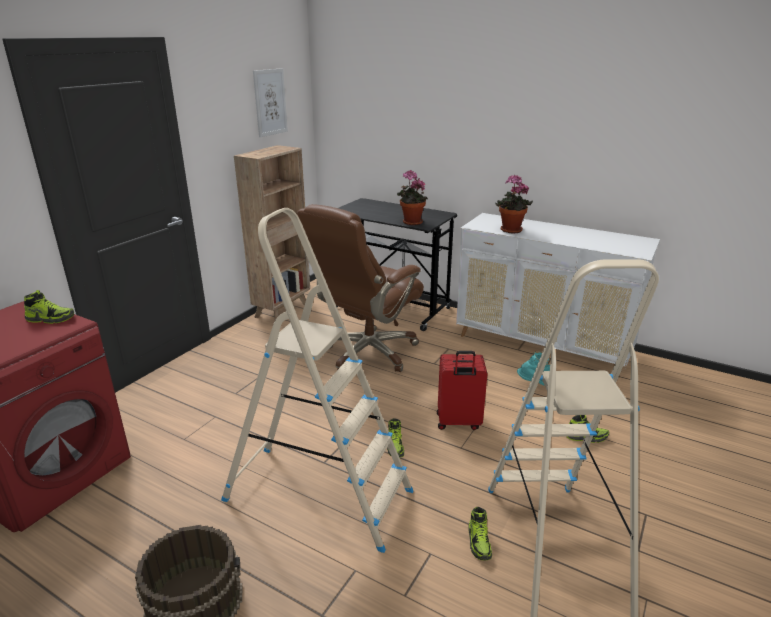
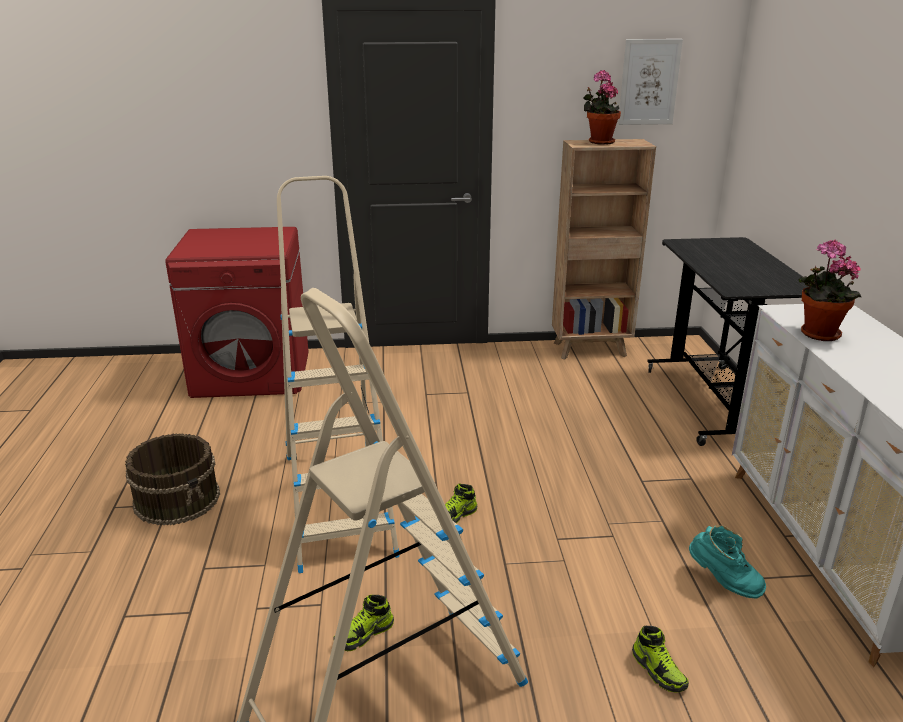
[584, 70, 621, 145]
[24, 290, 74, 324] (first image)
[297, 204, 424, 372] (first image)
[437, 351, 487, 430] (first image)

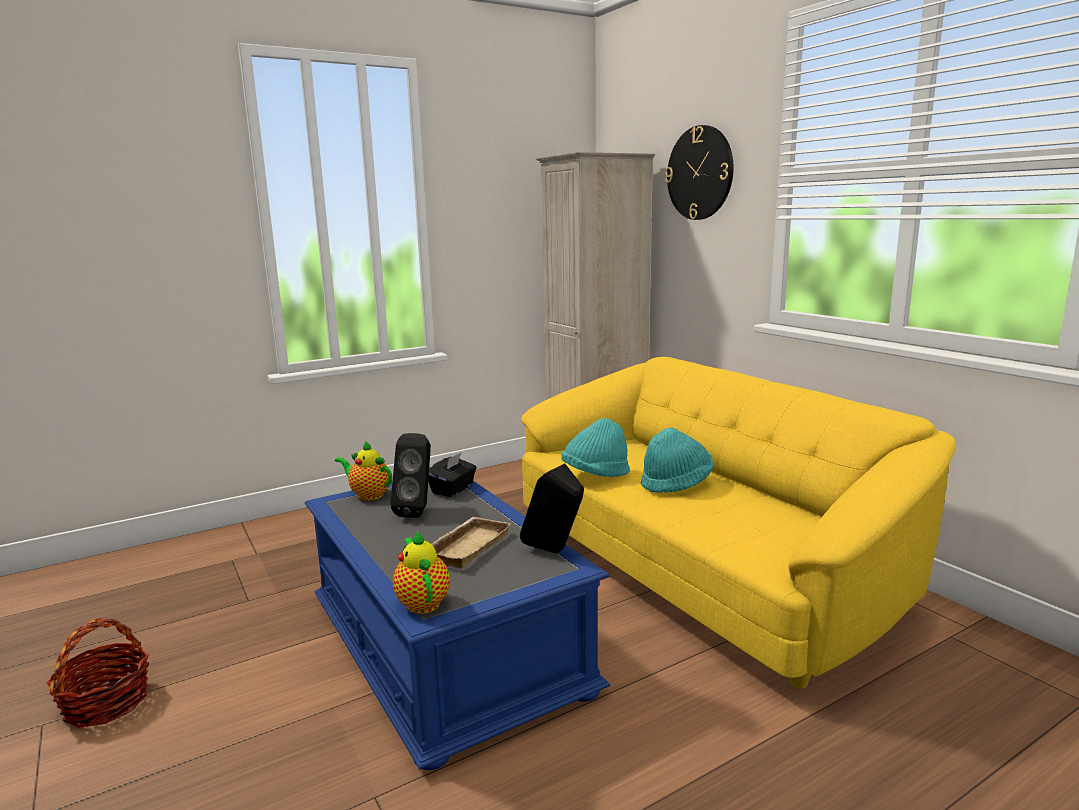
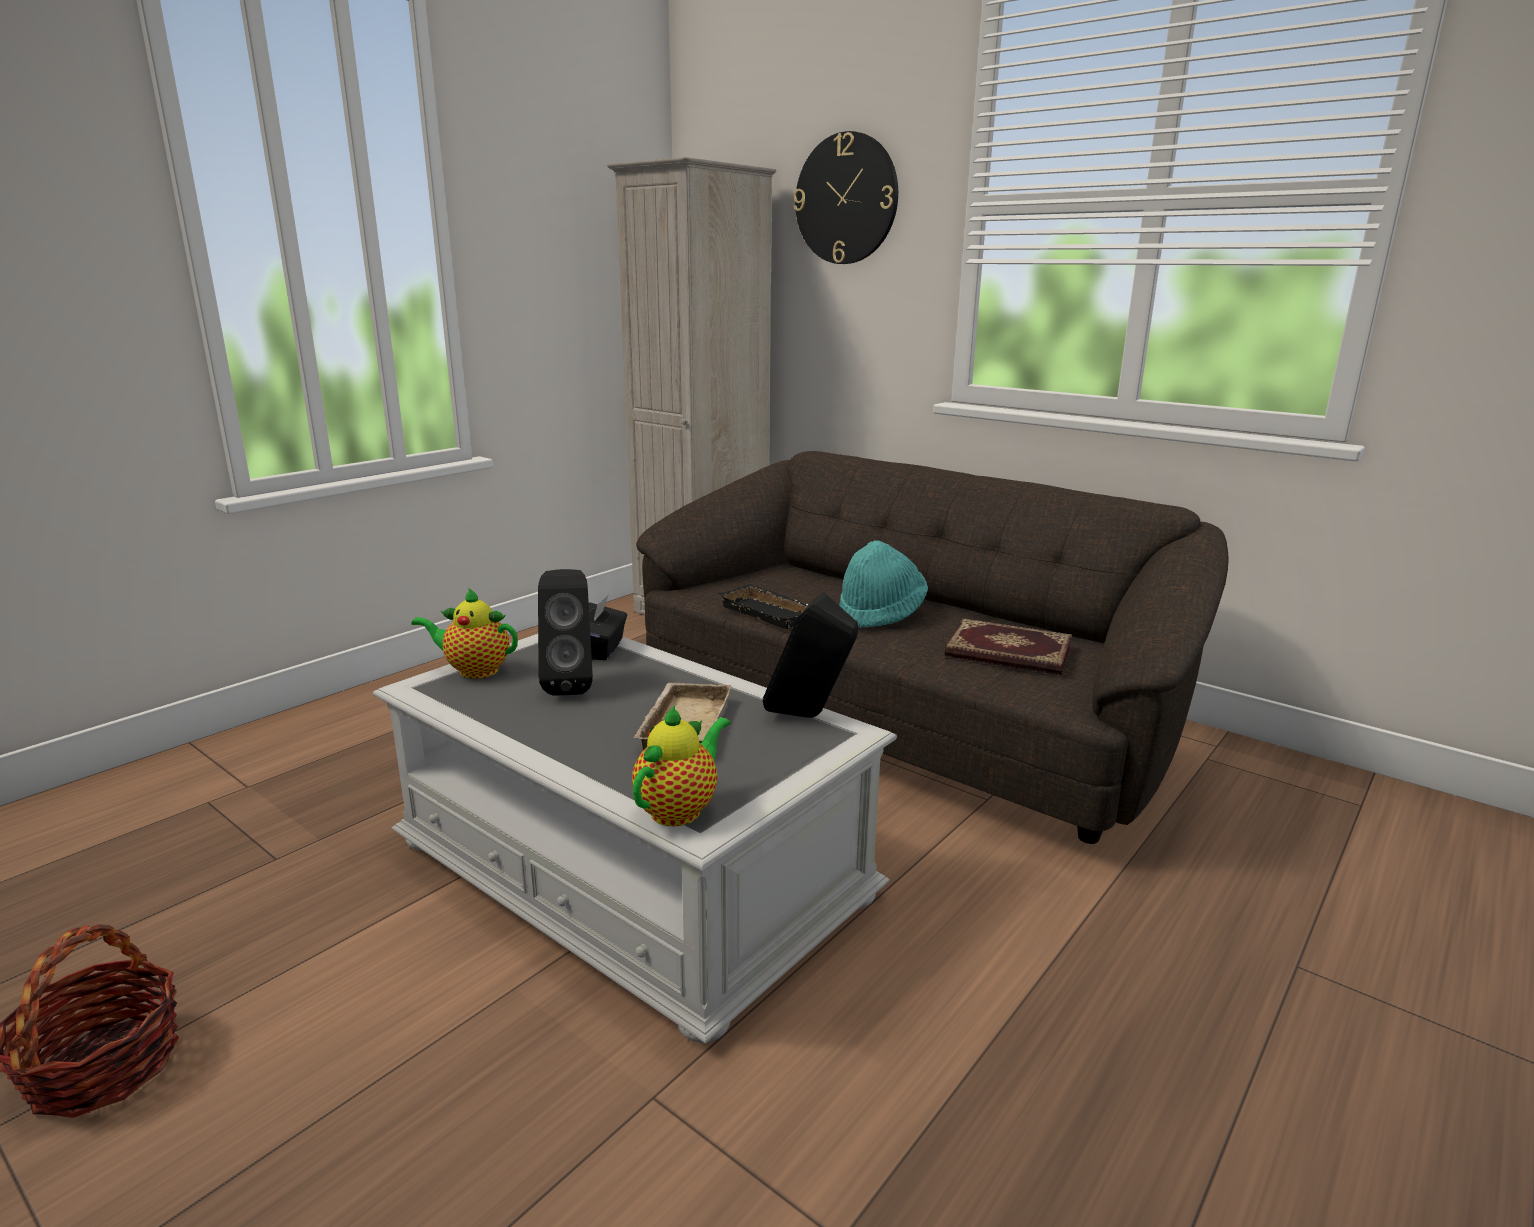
[373, 634, 897, 1044]
[632, 705, 730, 826]
[636, 451, 1229, 844]
[717, 584, 809, 629]
[945, 618, 1072, 675]

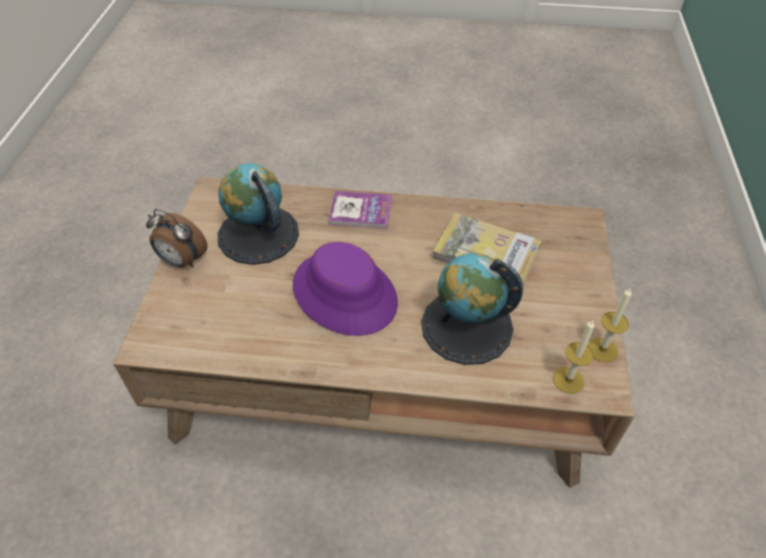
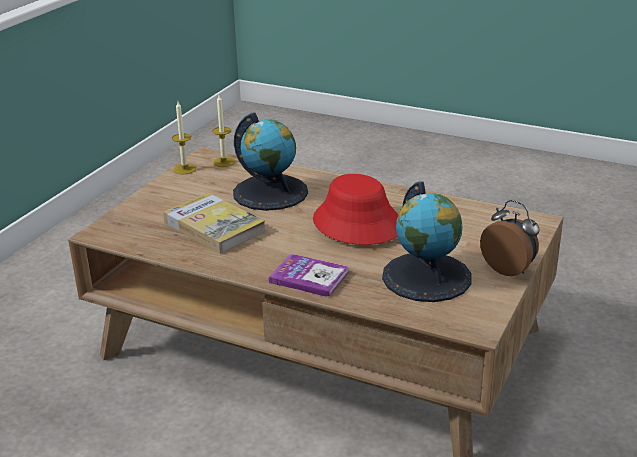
[313, 174, 398, 245]

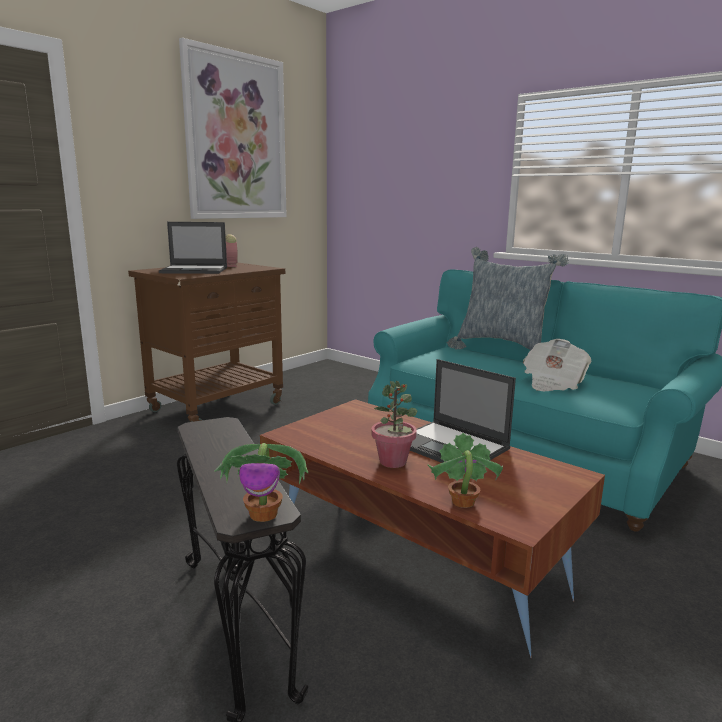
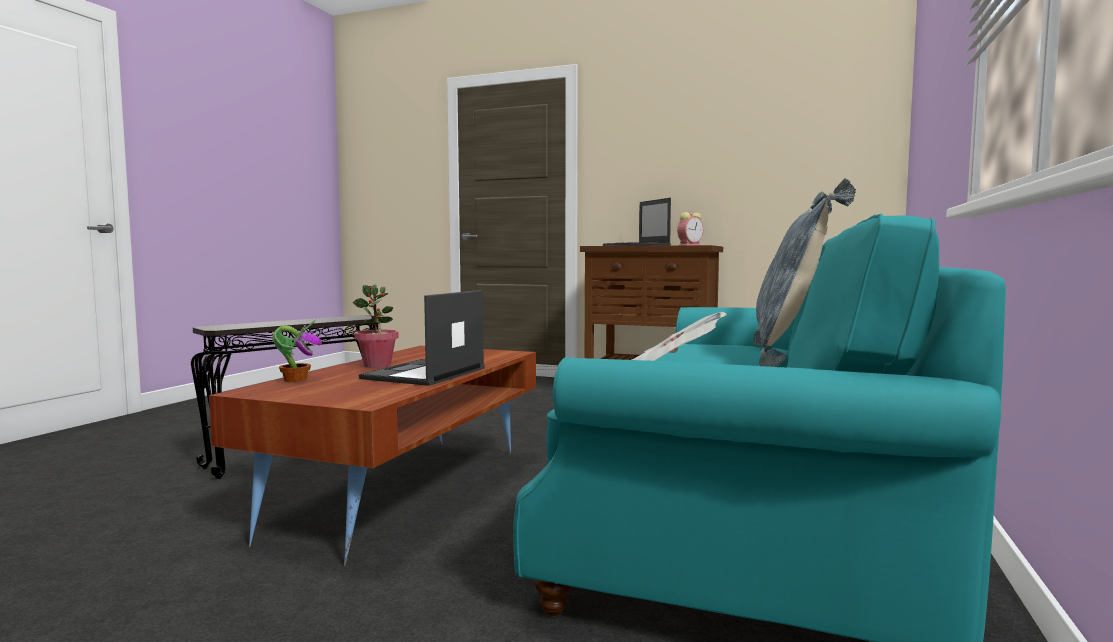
[179, 38, 287, 219] (first image)
[214, 443, 308, 522] (first image)

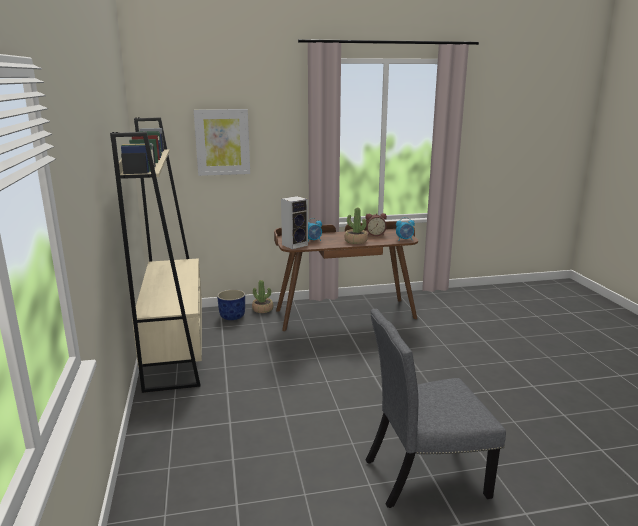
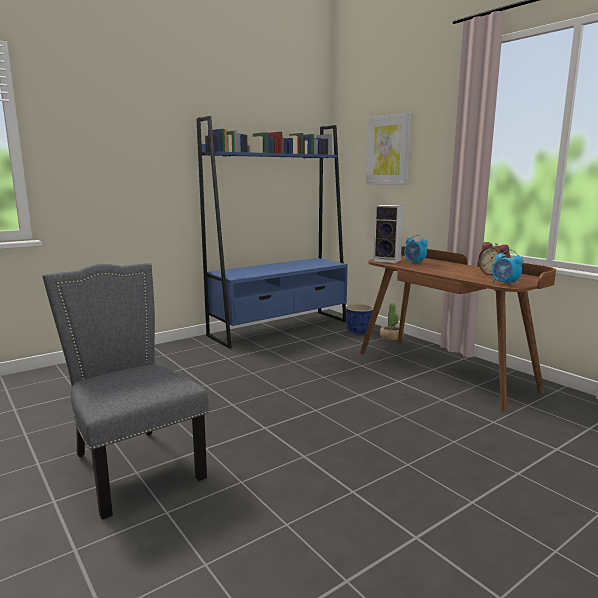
[196, 116, 348, 349]
[345, 207, 368, 244] (first image)

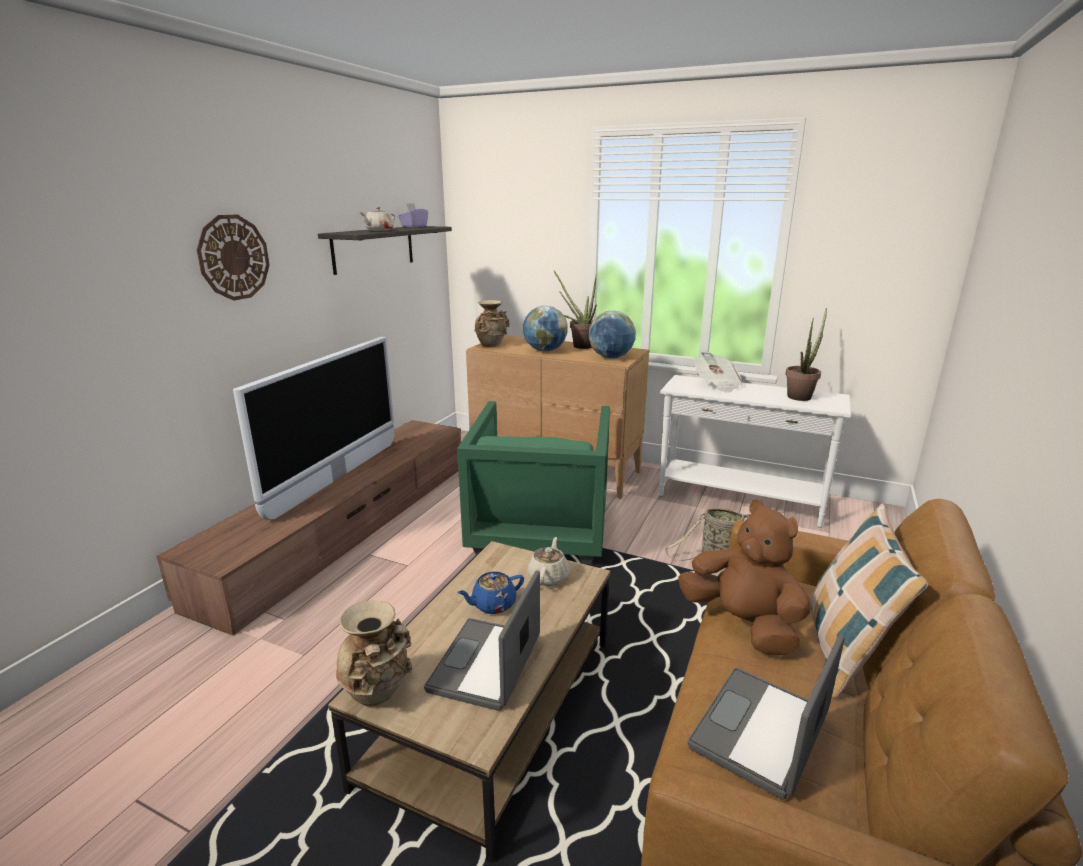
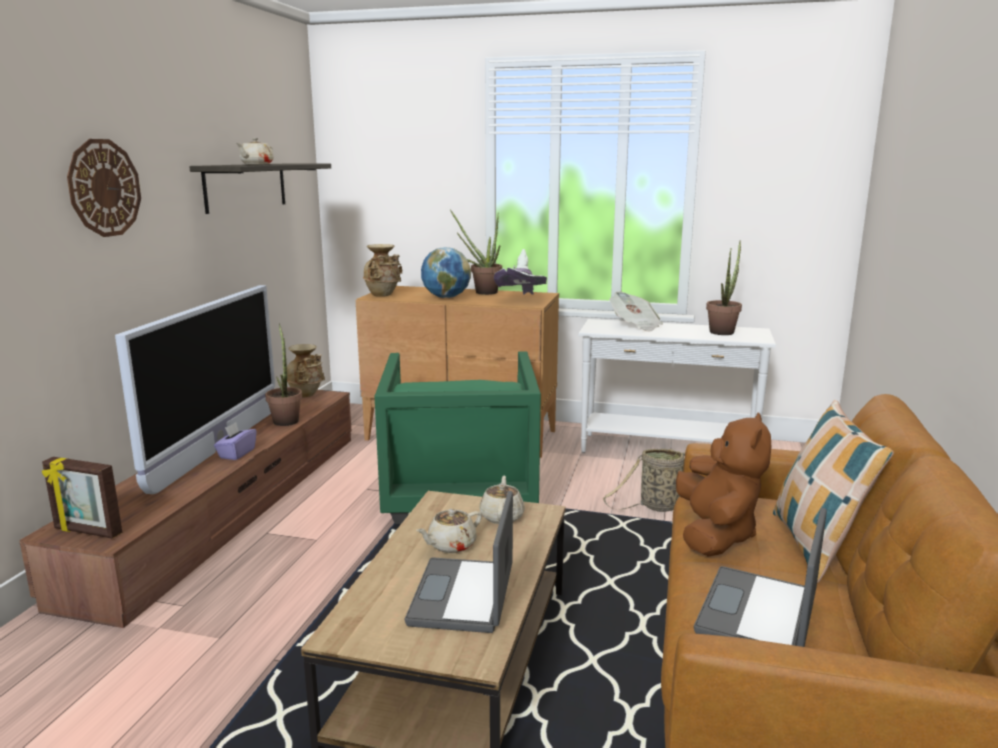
[42, 457, 122, 538]
[214, 422, 257, 460]
[265, 324, 302, 426]
[287, 344, 325, 397]
[416, 509, 482, 553]
[494, 249, 547, 295]
[676, 413, 771, 557]

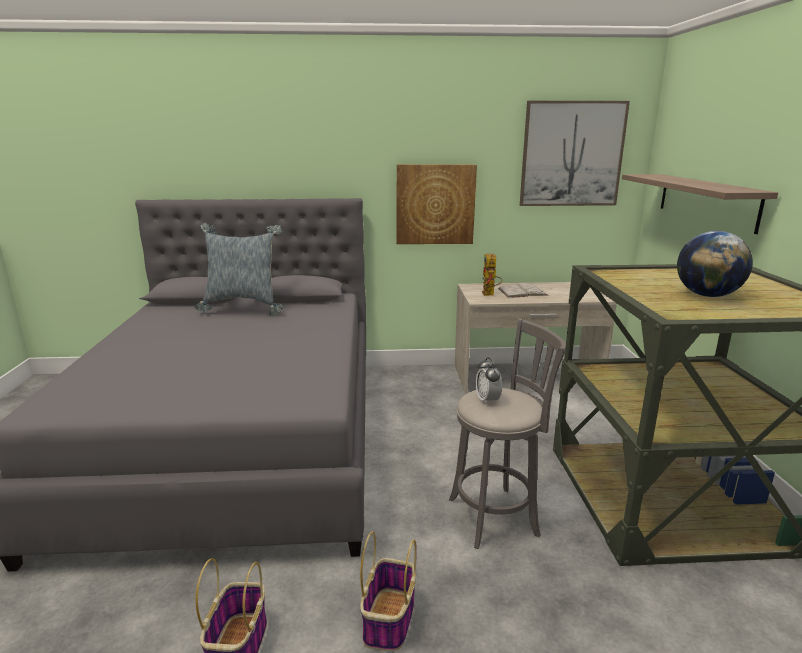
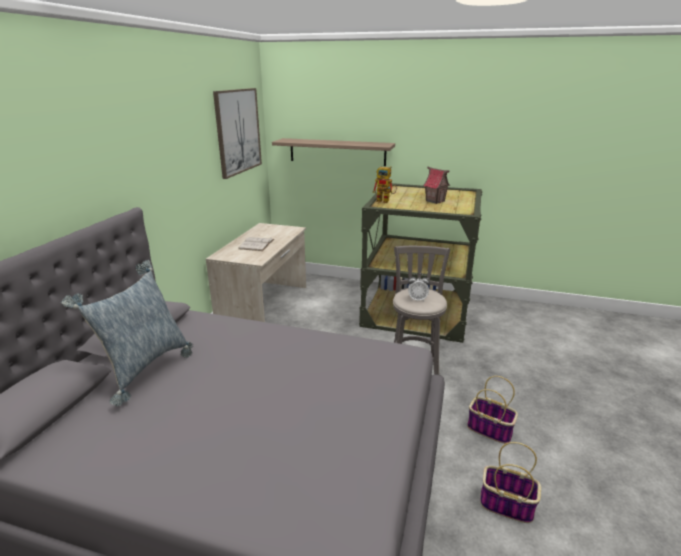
[373, 166, 397, 203]
[423, 167, 450, 204]
[396, 164, 477, 244] (first image)

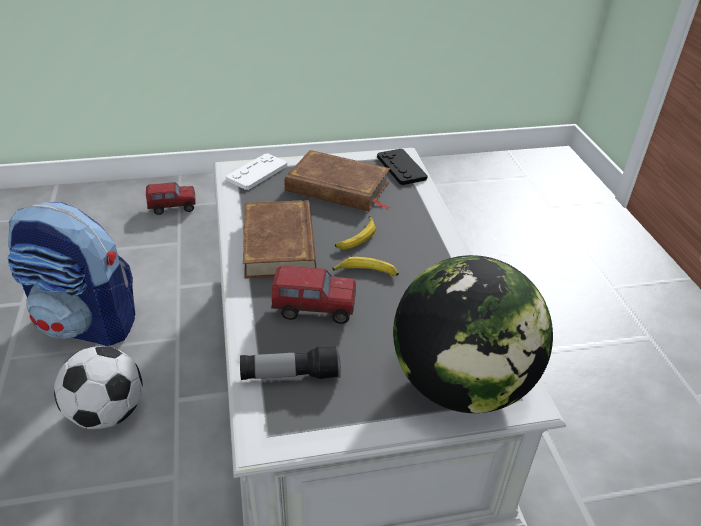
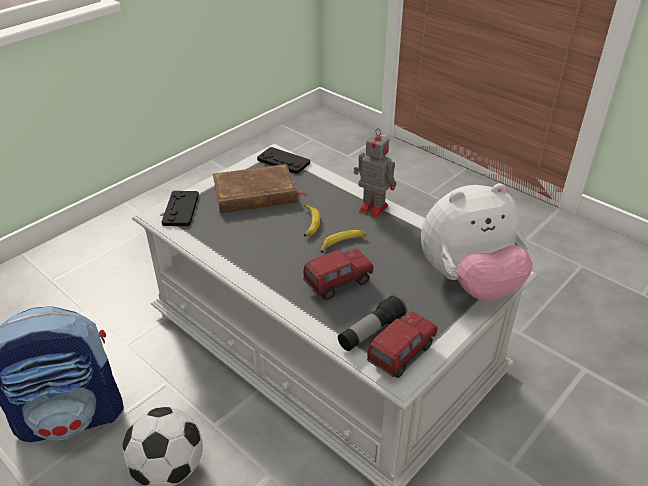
[162, 191, 199, 226]
[354, 128, 396, 218]
[367, 311, 438, 378]
[421, 183, 533, 301]
[243, 200, 316, 278] (first image)

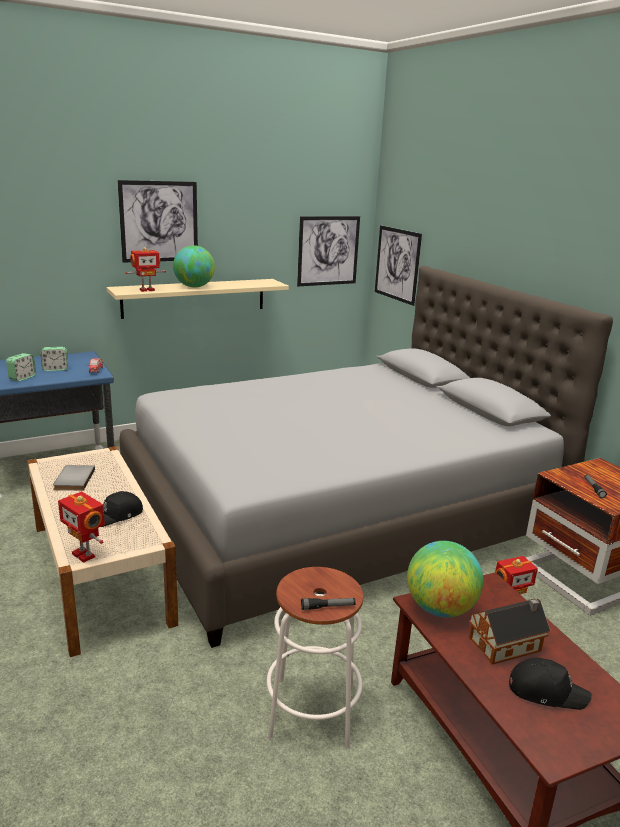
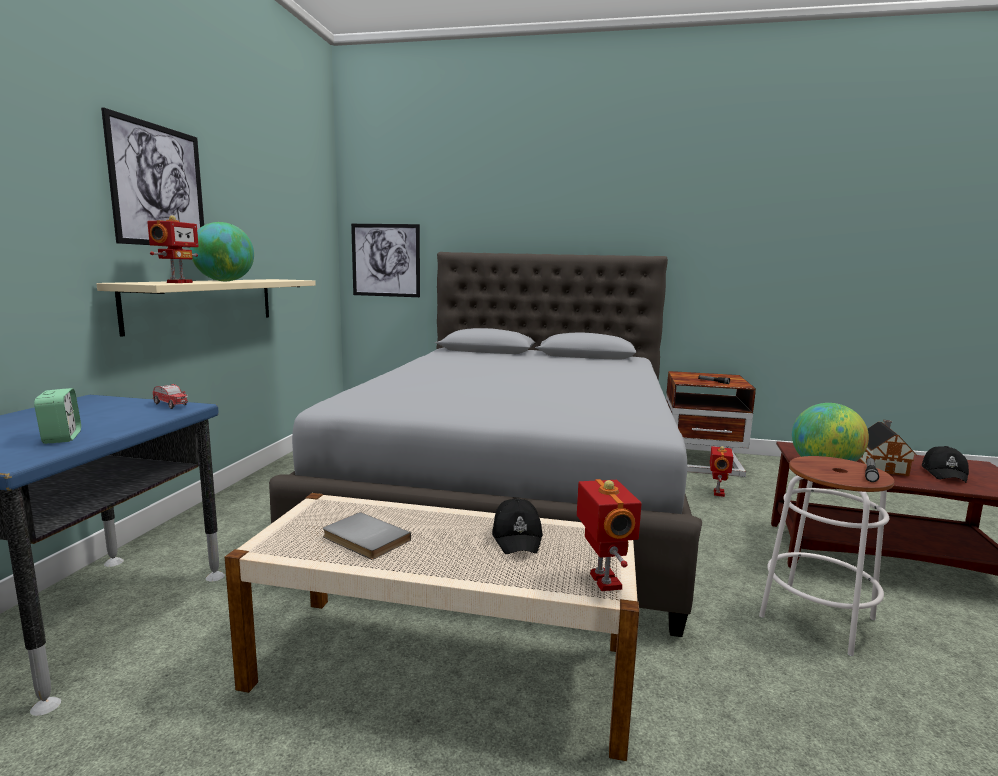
[577, 479, 642, 591]
[922, 446, 969, 483]
[41, 347, 68, 371] (first image)
[297, 216, 360, 286] (first image)

